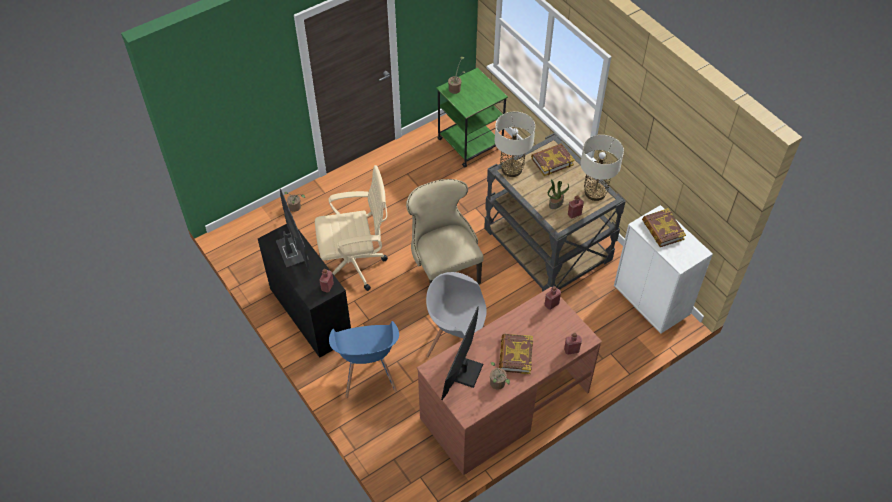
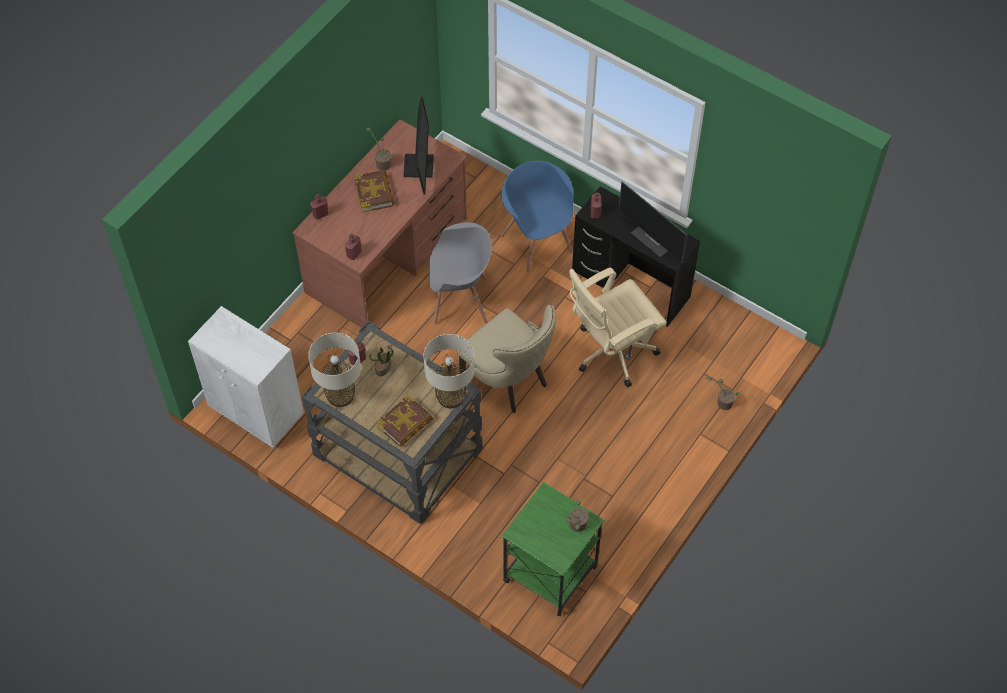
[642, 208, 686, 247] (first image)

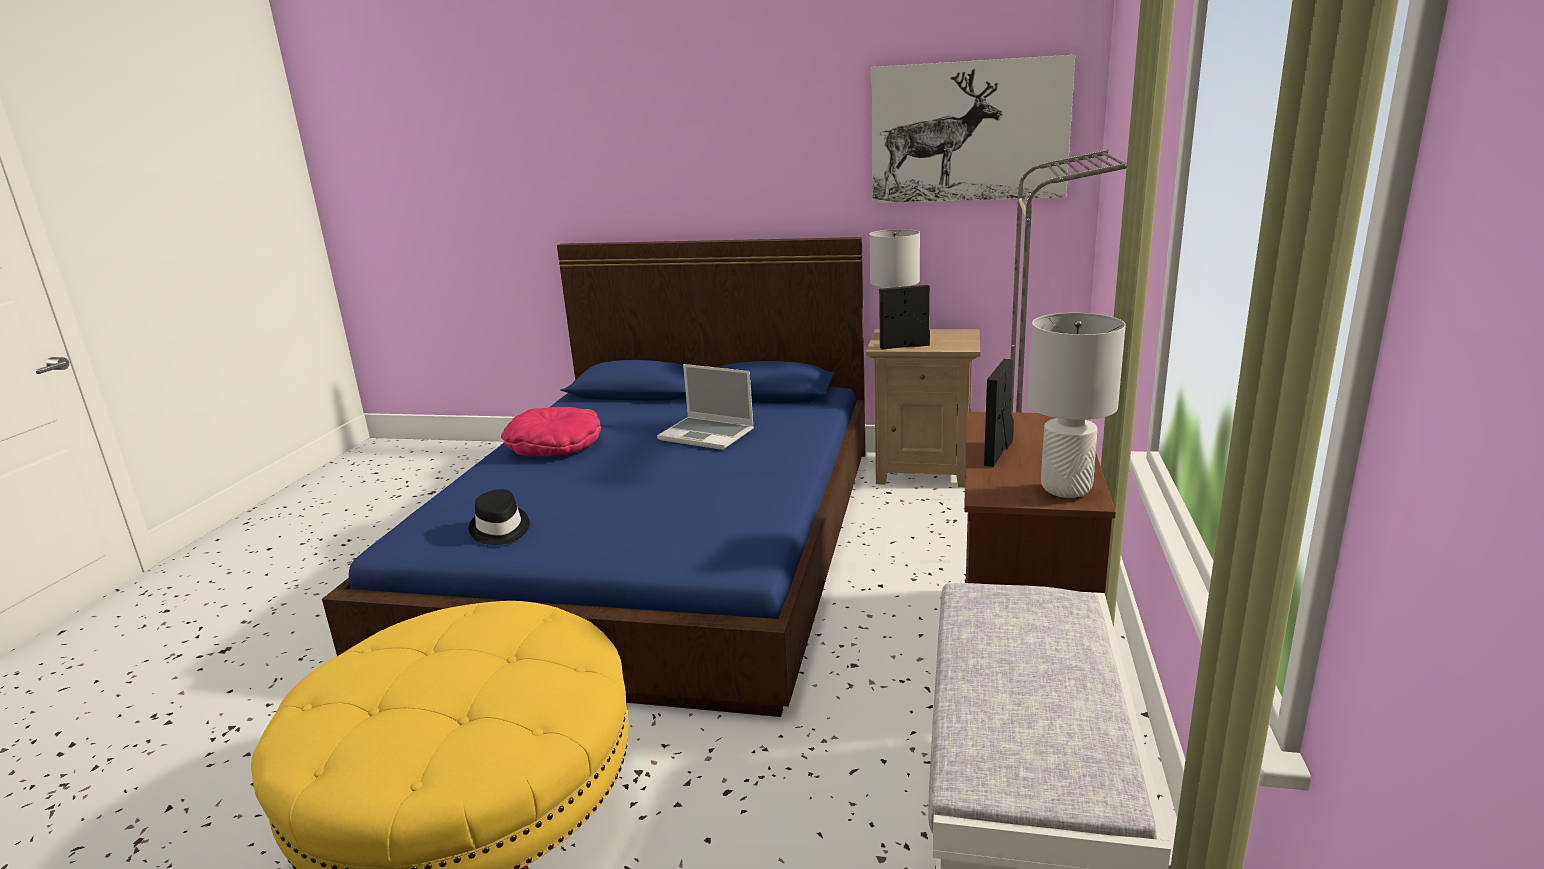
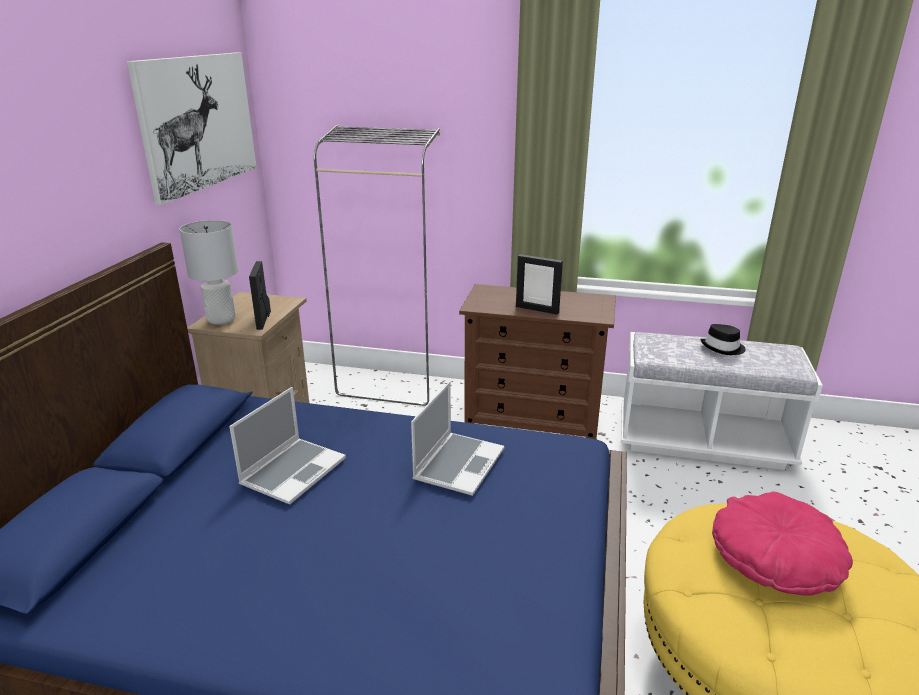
[411, 382, 504, 496]
[701, 324, 746, 355]
[712, 492, 853, 596]
[1028, 313, 1126, 498] (first image)

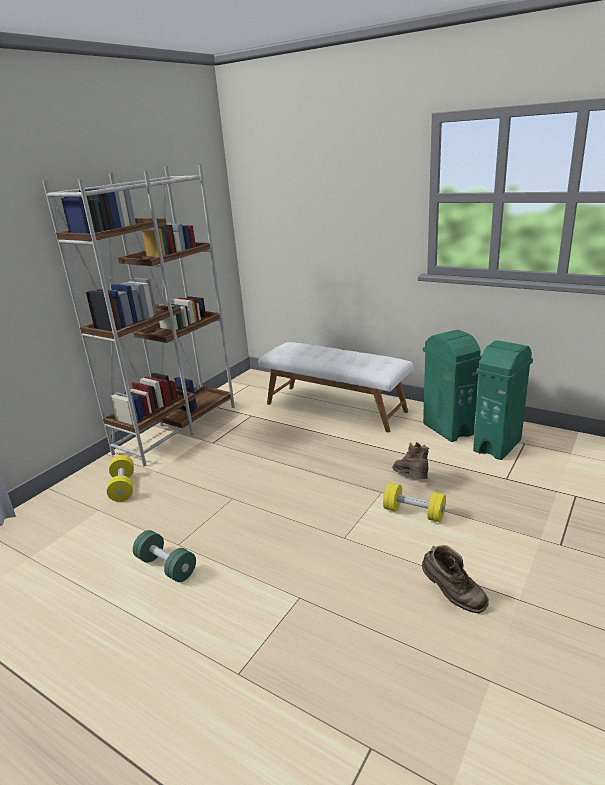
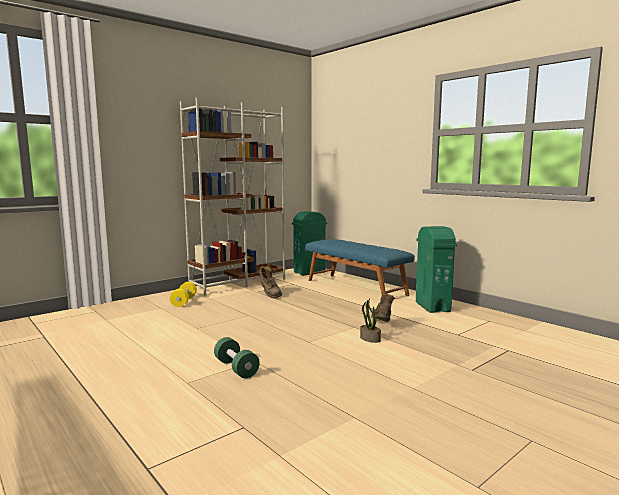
[214, 337, 260, 378]
[259, 266, 282, 298]
[292, 211, 327, 276]
[305, 239, 415, 296]
[360, 299, 381, 343]

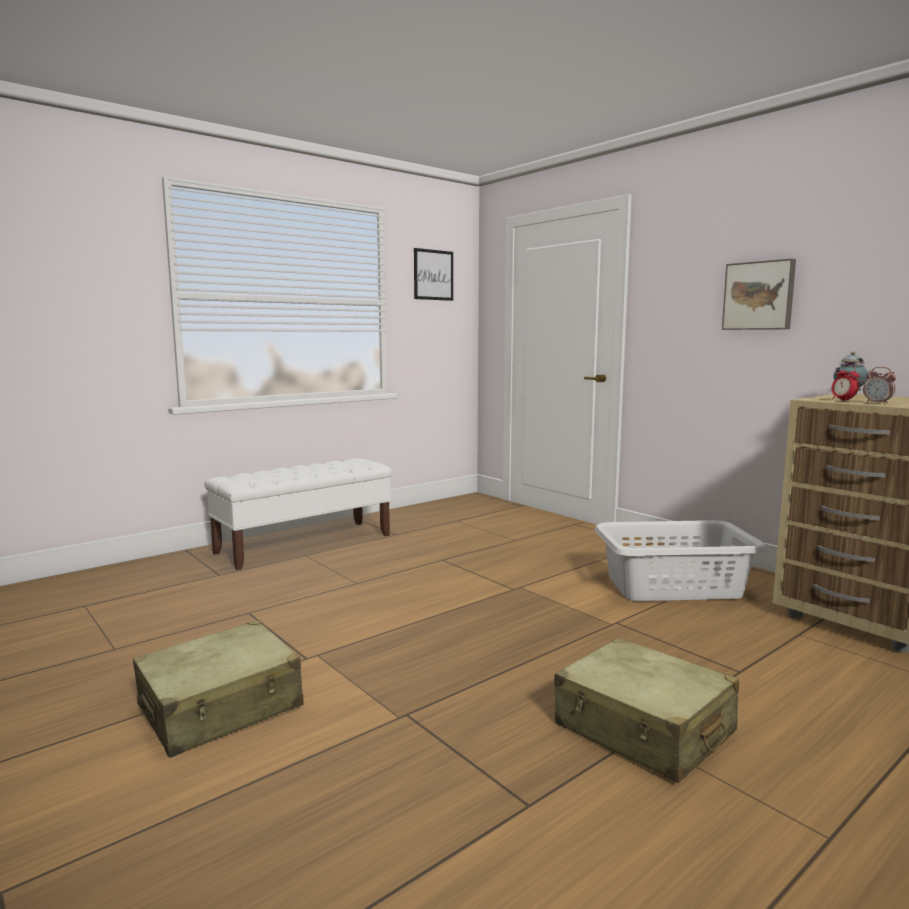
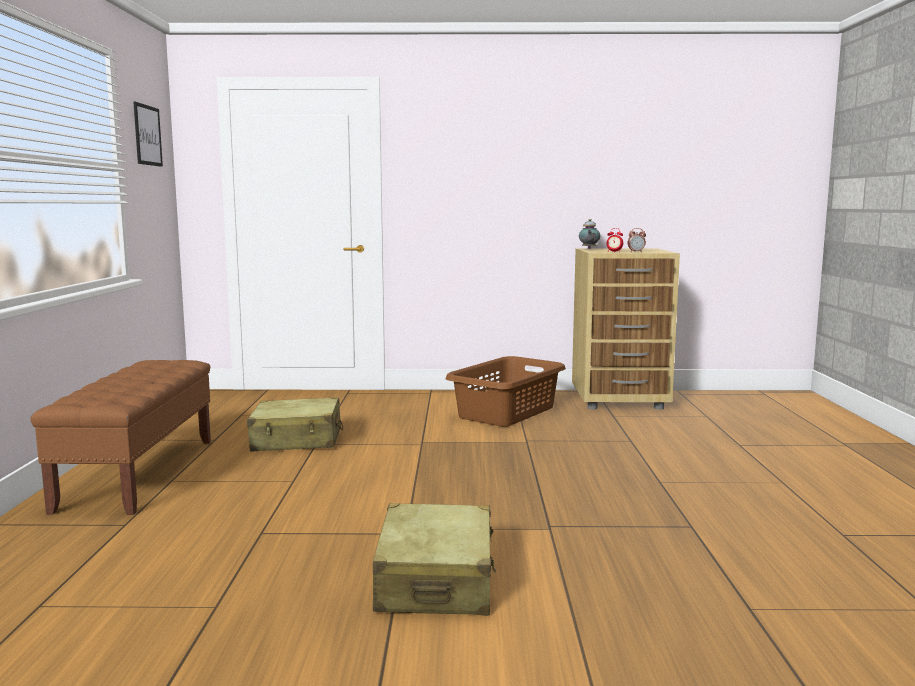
[31, 360, 211, 515]
[247, 397, 343, 452]
[446, 356, 566, 427]
[722, 259, 796, 330] (first image)

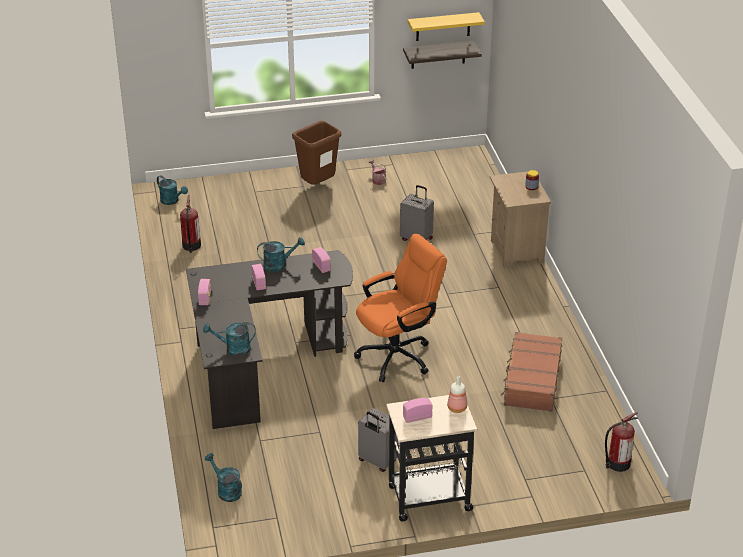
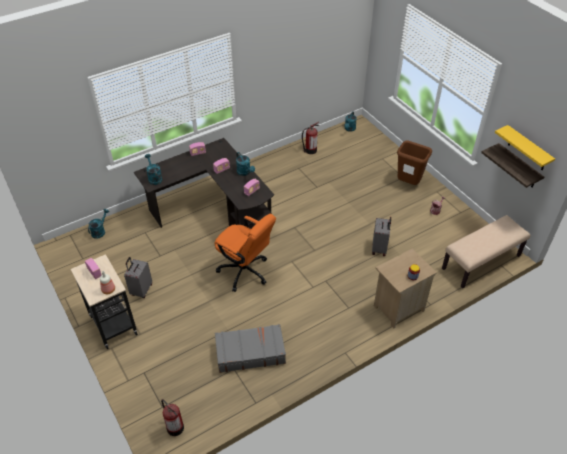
[215, 324, 286, 373]
[442, 215, 530, 288]

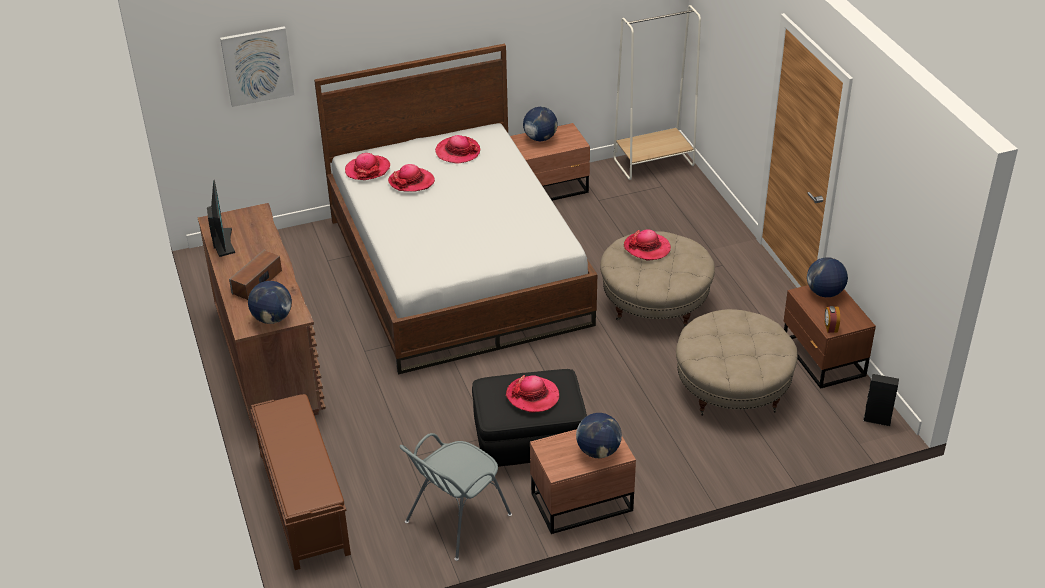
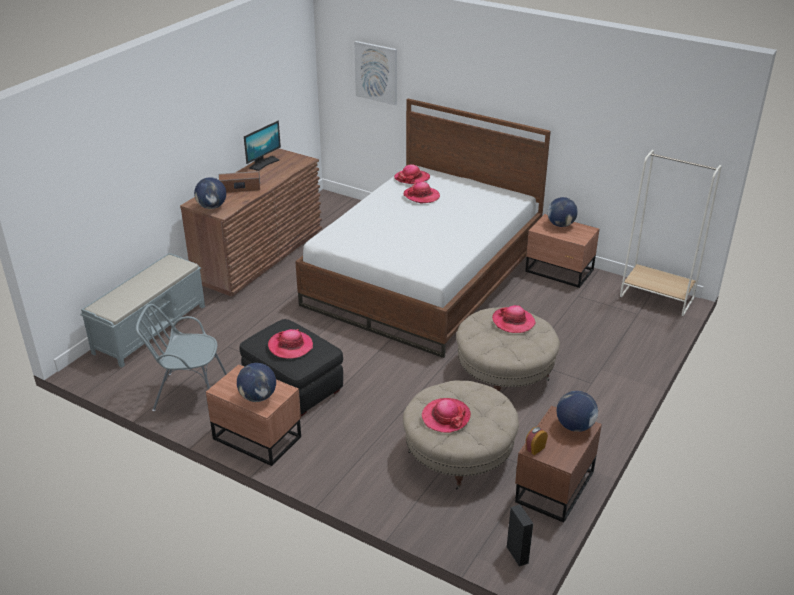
[81, 253, 205, 367]
[422, 398, 471, 433]

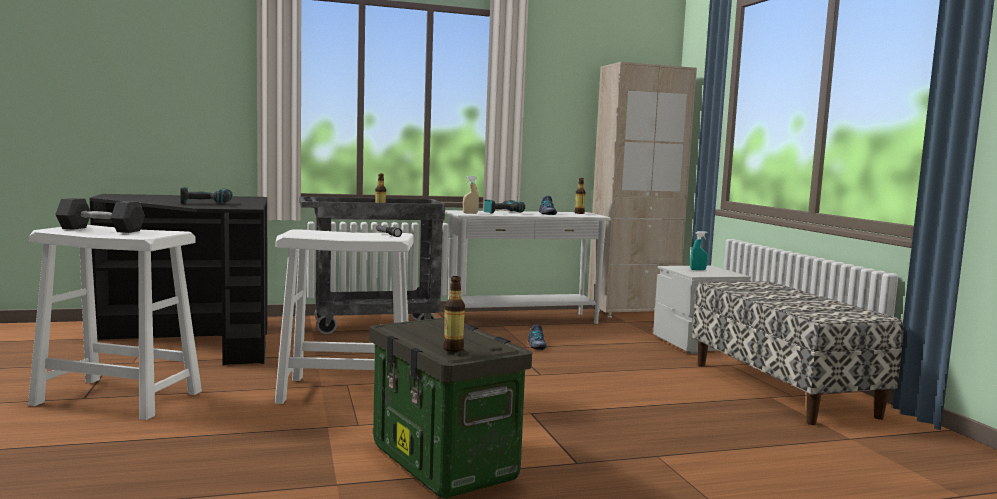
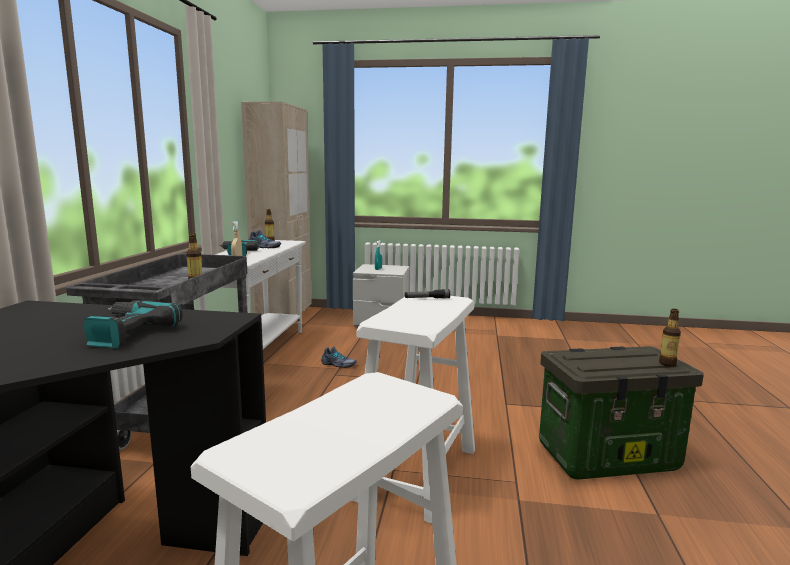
[55, 198, 145, 233] (first image)
[692, 281, 904, 425] (first image)

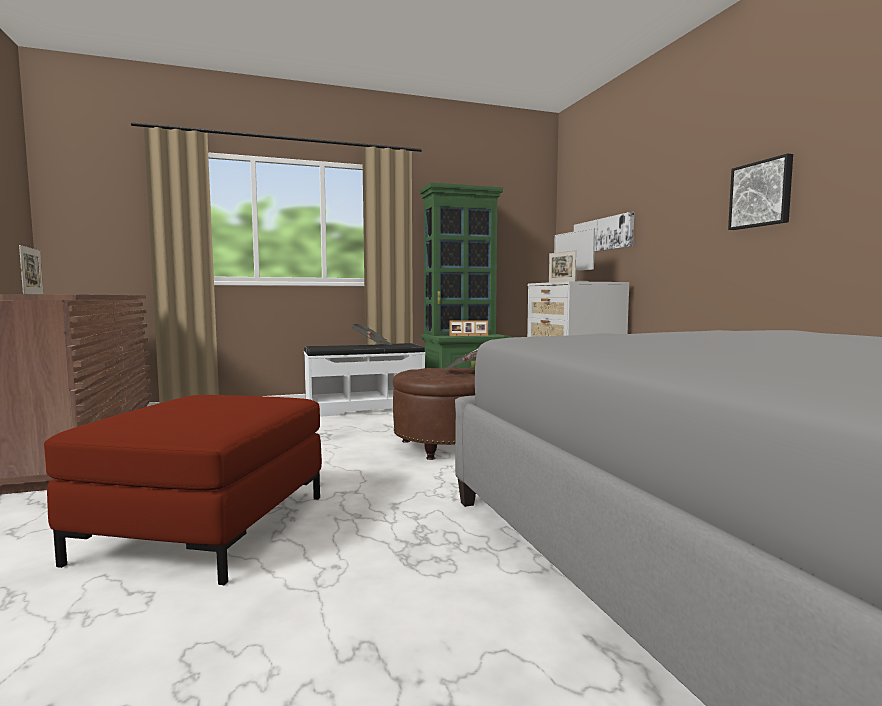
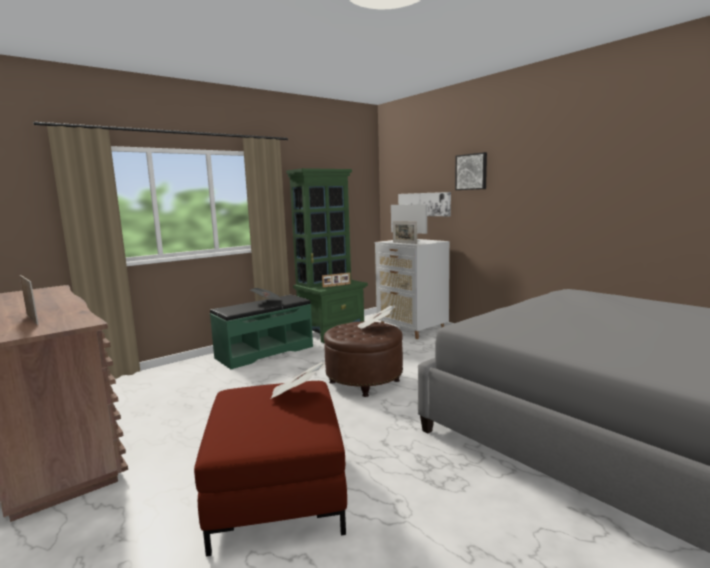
[210, 295, 313, 369]
[269, 362, 325, 400]
[455, 152, 487, 190]

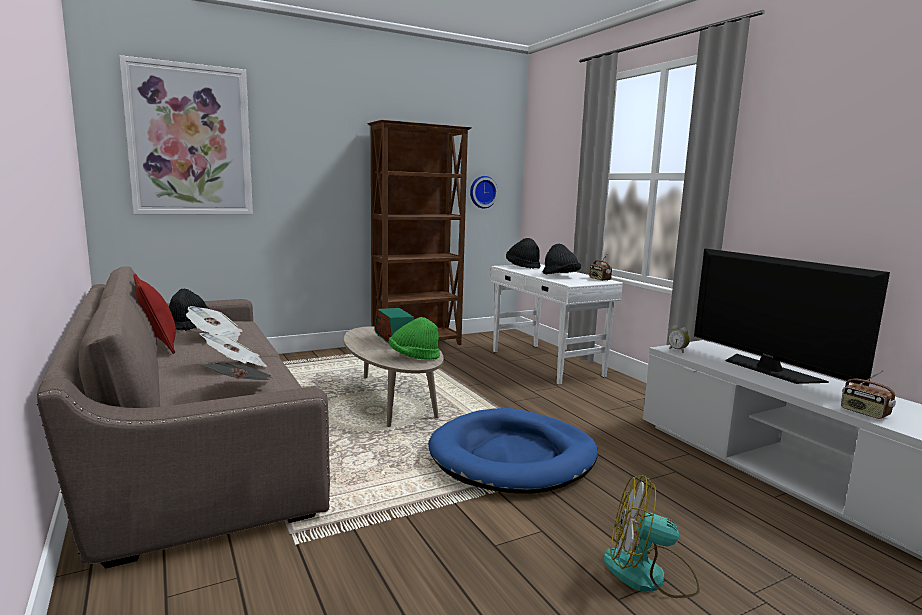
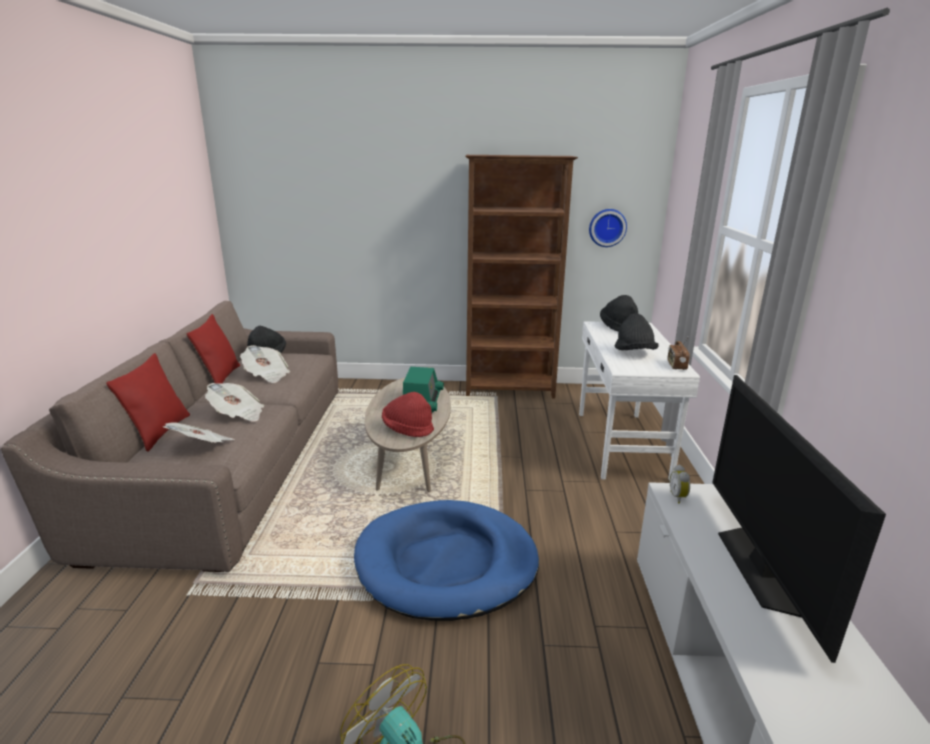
[106, 353, 190, 452]
[382, 392, 434, 437]
[120, 55, 253, 215] (first image)
[841, 370, 896, 419] (first image)

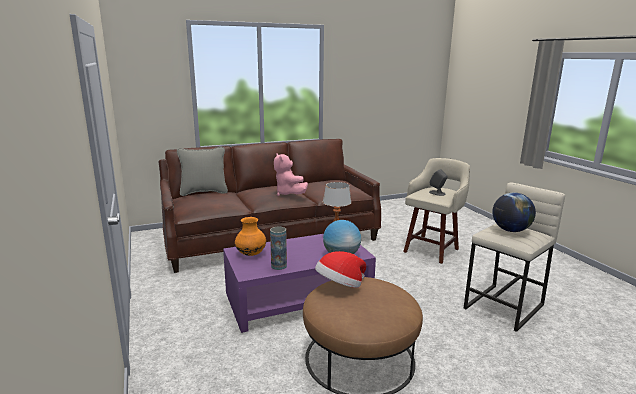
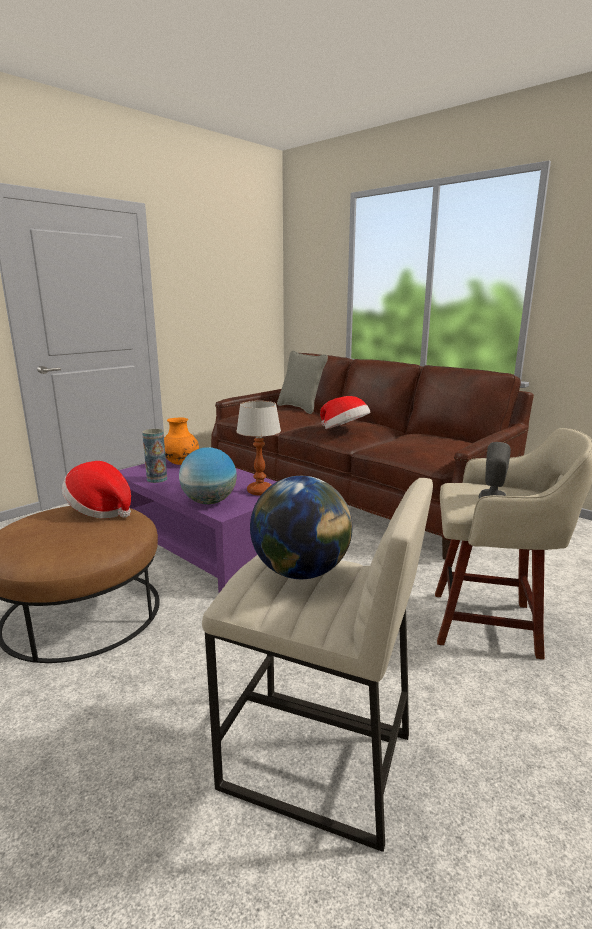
[320, 396, 370, 429]

